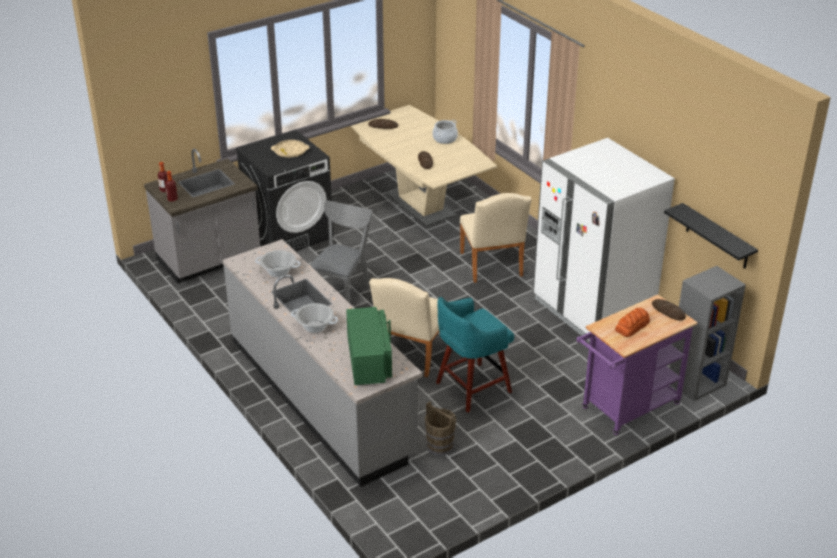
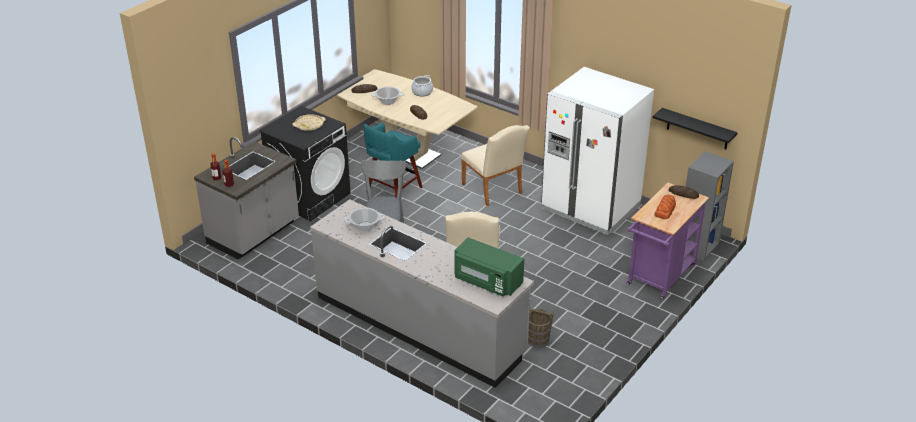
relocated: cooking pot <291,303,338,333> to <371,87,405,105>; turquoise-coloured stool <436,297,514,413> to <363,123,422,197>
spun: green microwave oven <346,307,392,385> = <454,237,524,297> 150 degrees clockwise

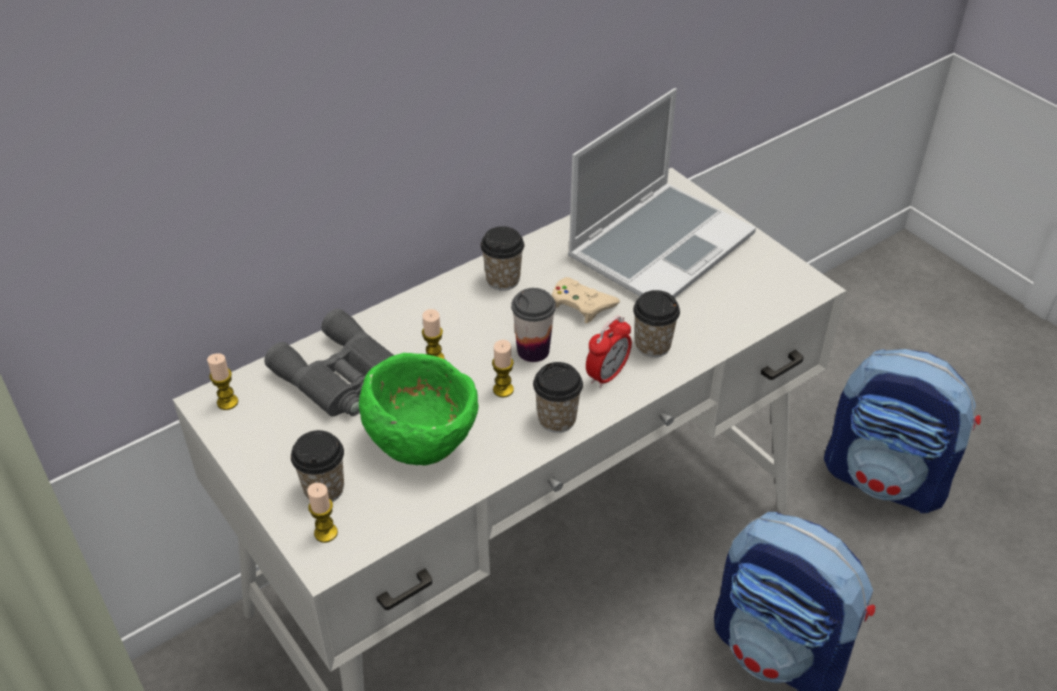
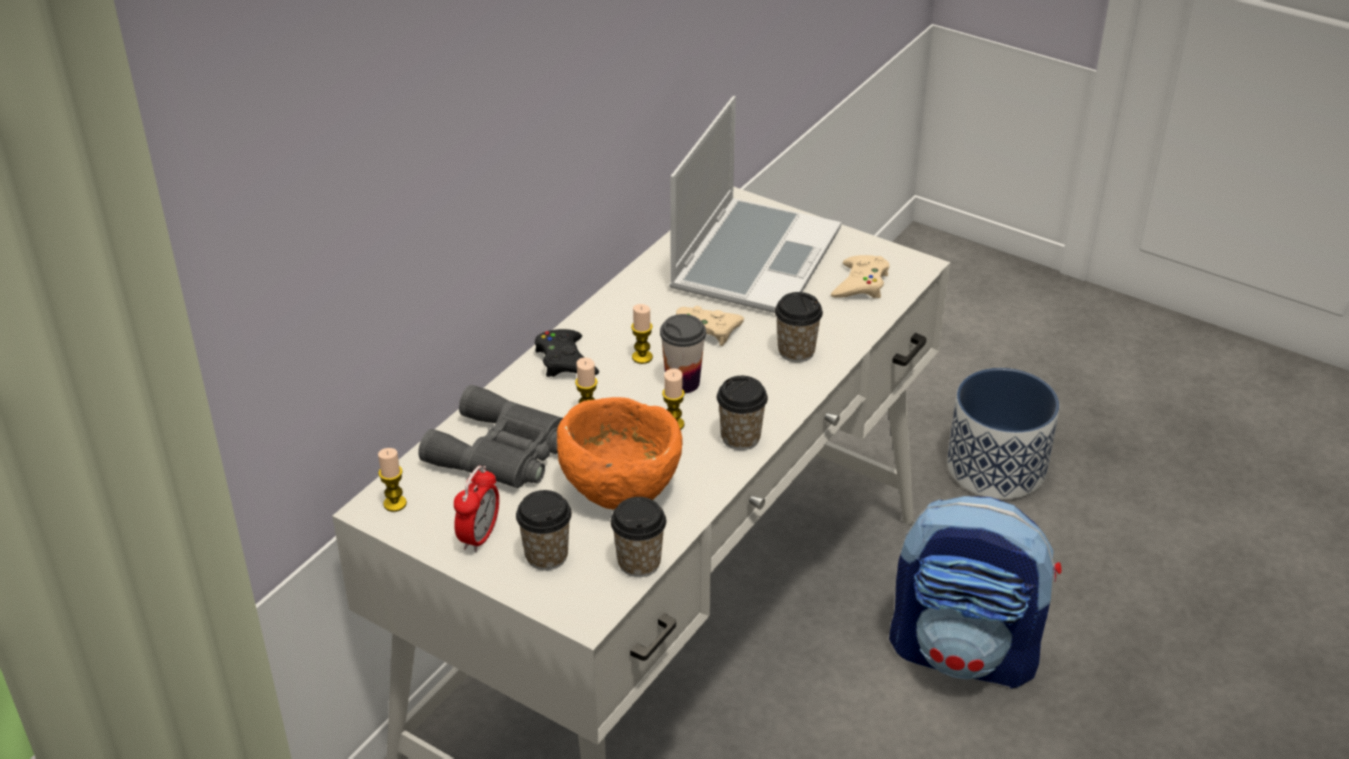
appeared: black-coloured joypad <535,329,599,377>; sand-coloured joypad <831,255,890,298>
relocated: wax candle <307,483,338,543> to <631,304,653,364>; cup <480,226,524,291> to <611,497,666,577>; table clock <586,316,632,388> to <454,466,499,552>
exchanged: knapsack <824,349,981,513> to plant pot <947,368,1060,499>
colour: green serving bowl <359,353,479,466> to orangey serving bowl <557,397,682,510>

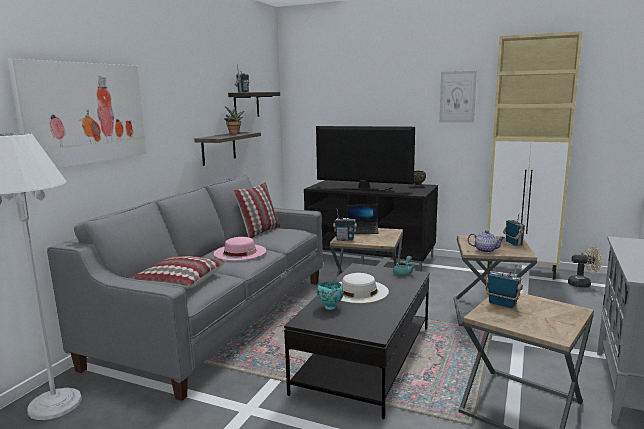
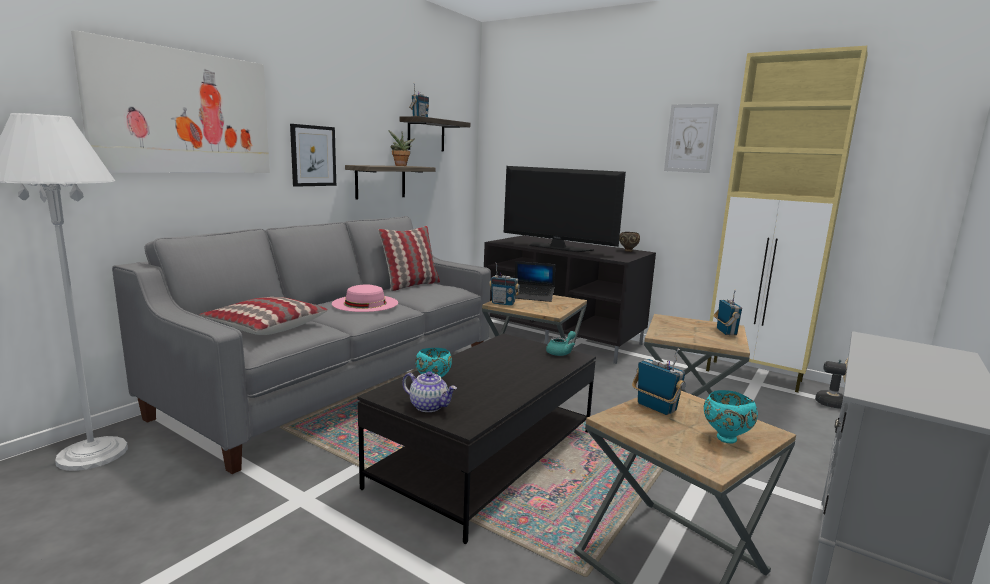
missing: white hat <339,273,389,303>
appeared: wall art <290,124,336,187>; turquoise-coloured serving bowl <704,390,758,444>
relocated: teapot <468,230,505,253> to <402,371,457,412>

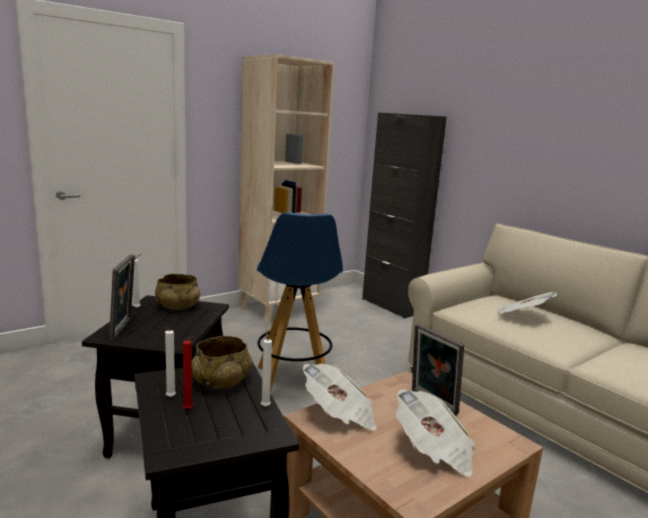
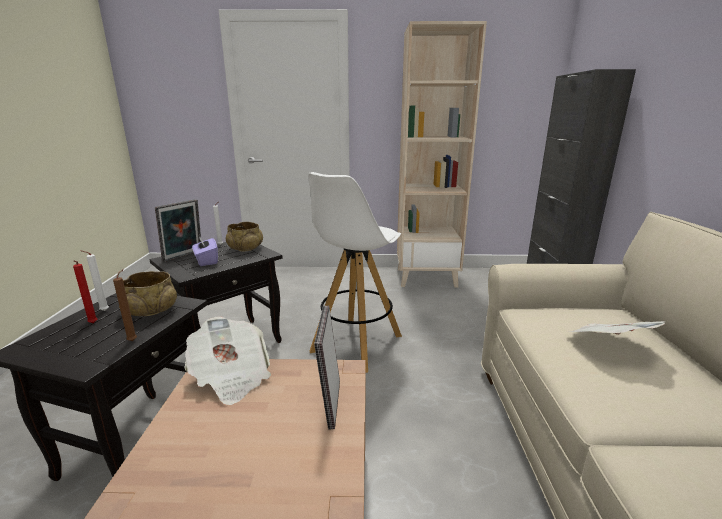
missing: daily paper <396,389,475,477>
appeared: purple-coloured tissue holder <192,235,218,266>
colour: blue-coloured stool <257,212,343,393> to white stool <308,172,402,373>; white wax candle <261,330,272,407> to brownish wax candle <113,269,137,341>

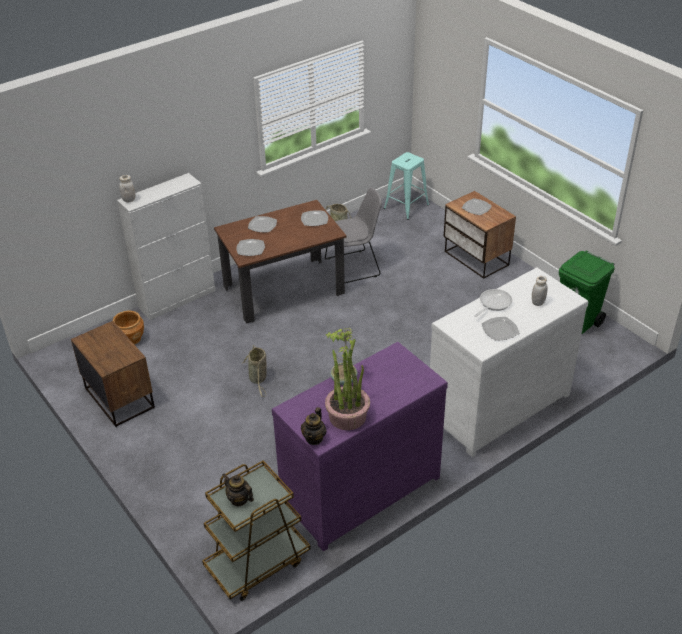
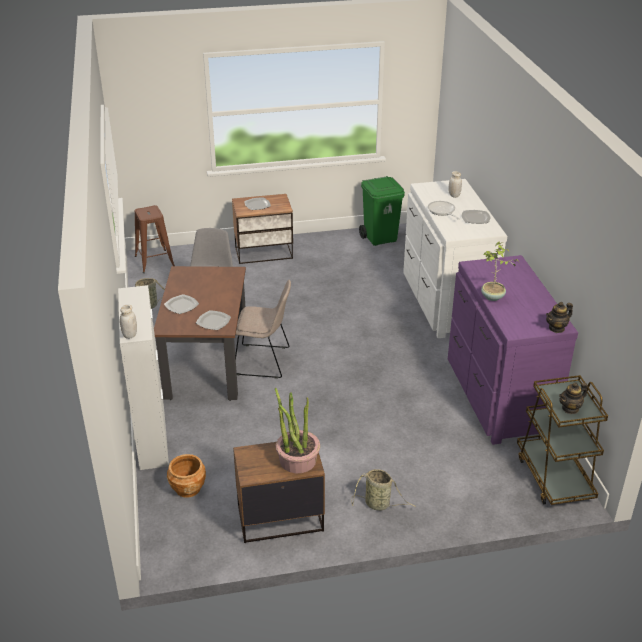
missing: dinner plate <301,210,328,226>
appeared: sand-coloured chair <235,280,291,379>
relocated: household basket <242,345,267,397> to <351,469,416,511>; houseplant <325,339,370,430> to <275,388,320,473>
colour: turquoise-coloured stool <384,152,429,220> to brownish stool <135,205,175,273>
spun: teapot <301,407,327,445> = <546,302,573,333> 105 degrees clockwise

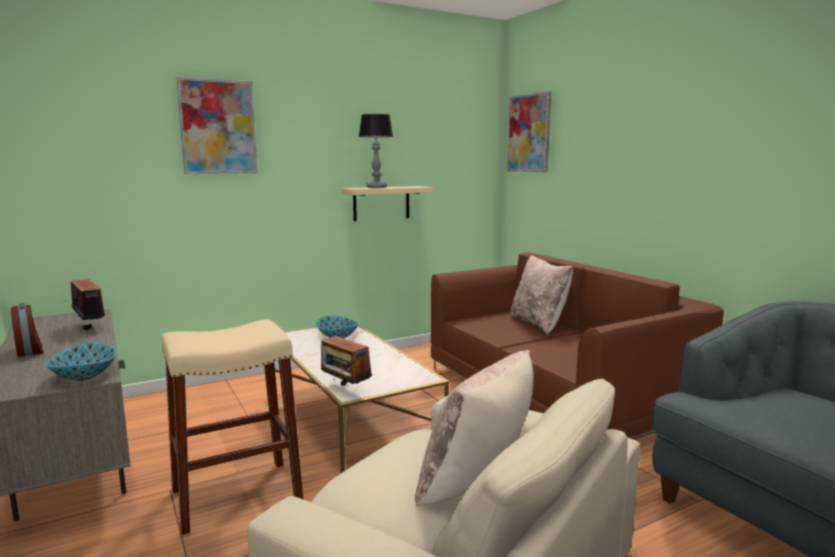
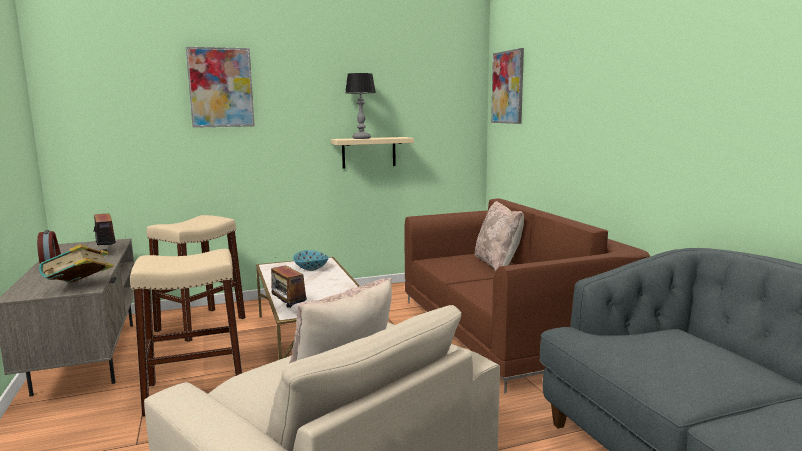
appeared: sand-coloured stool <147,215,246,342>
exchanged: serving bowl <46,342,117,381> to volume <39,244,113,283>

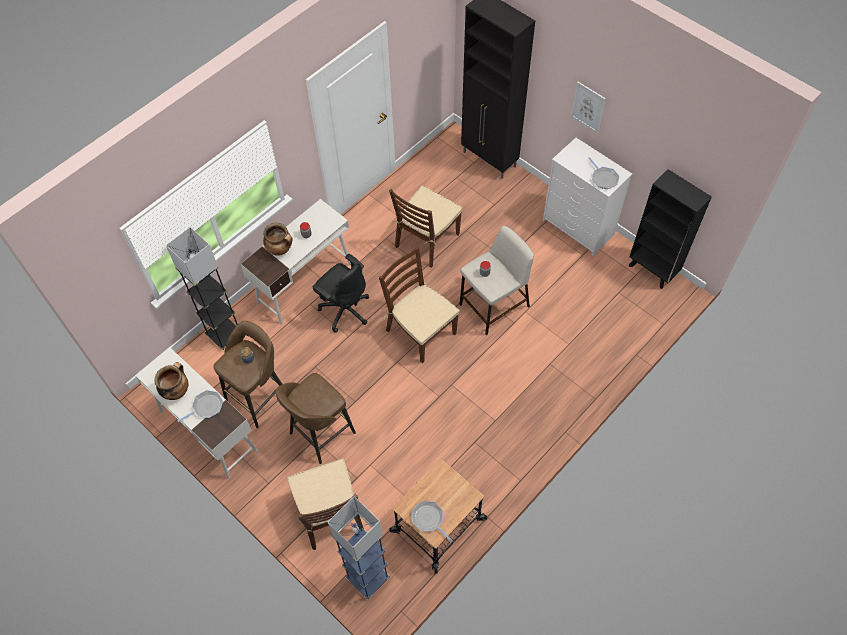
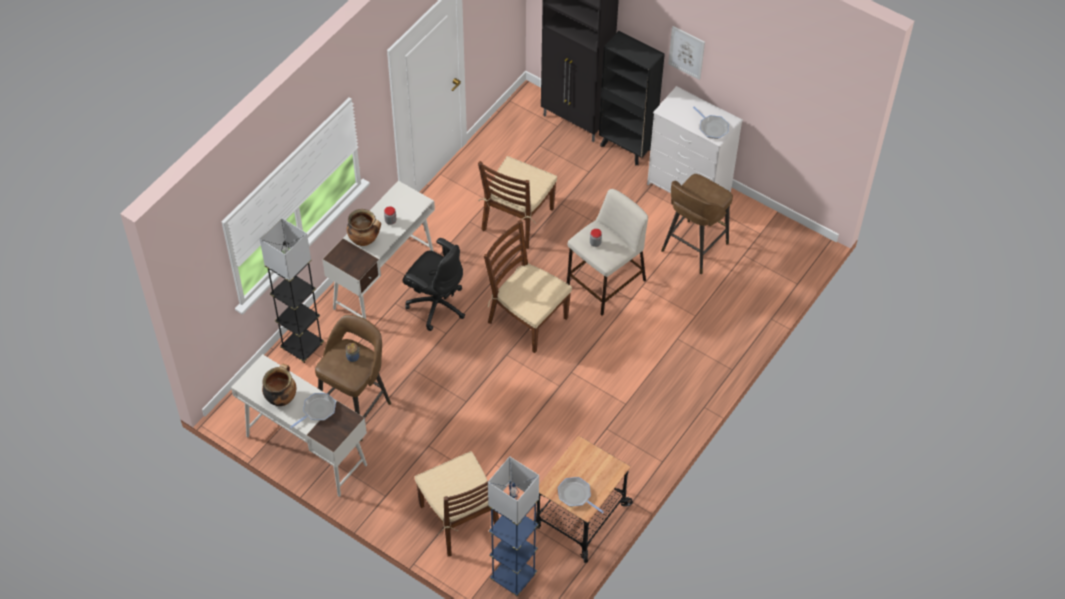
relocated: brownish stool <275,373,356,464> to <661,174,733,274>; black-coloured bookshelf <629,169,712,288> to <599,31,665,165>

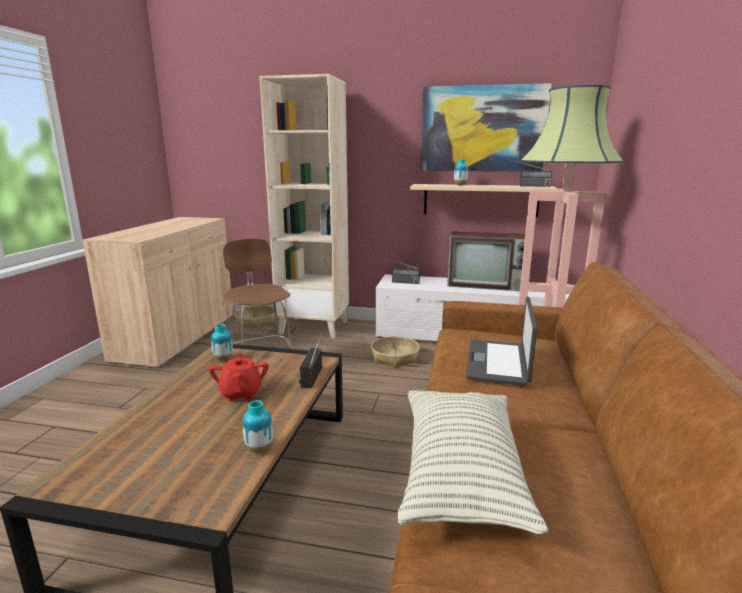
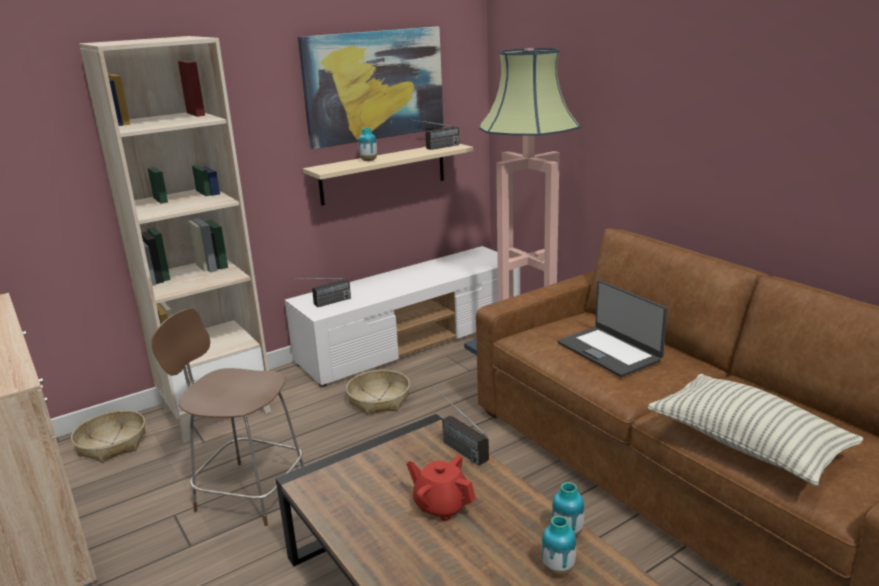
missing: TV <447,231,525,291>
relocated: vase <211,324,233,361> to <542,516,576,576>

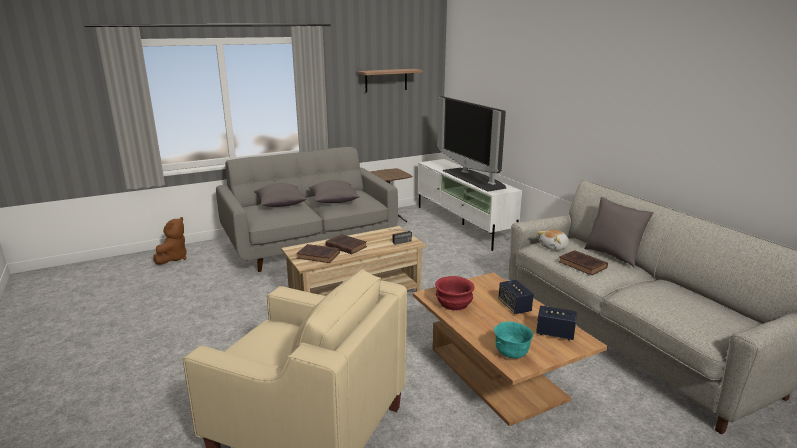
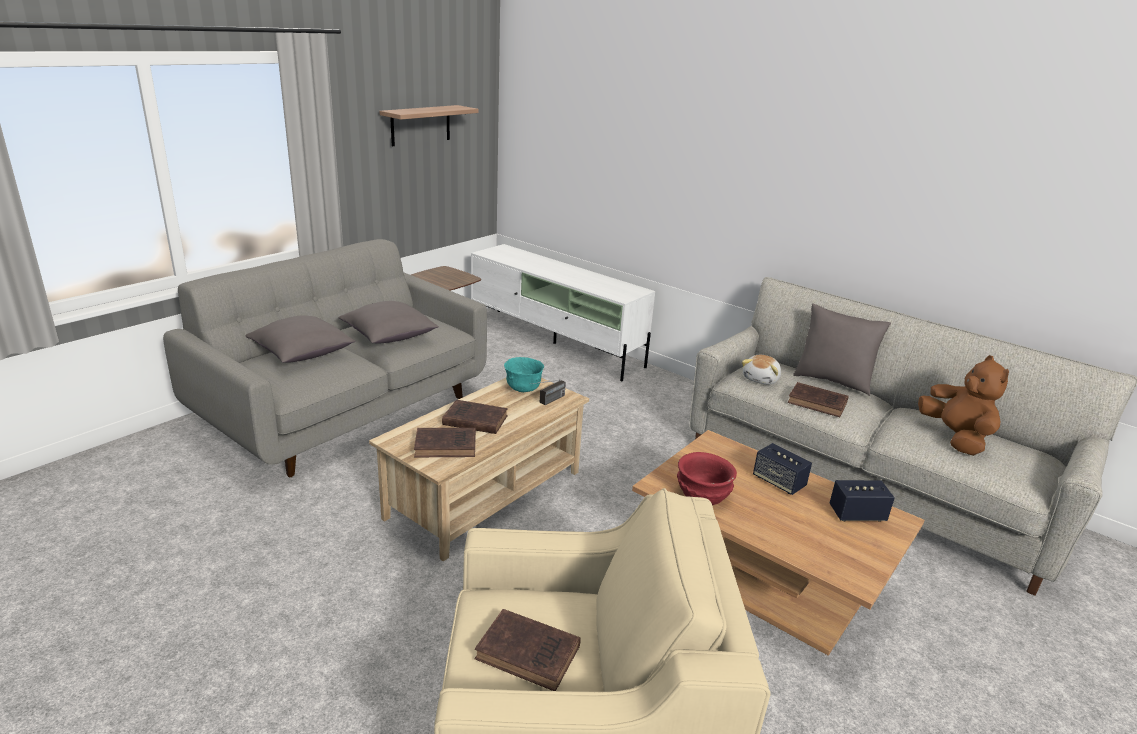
missing: TV <437,96,507,192>
appeared: brownish volume <475,609,581,691>
relocated: brownish cuddly toy <153,217,187,265> to <918,355,1009,456>; turquoise-coloured serving bowl <494,322,533,358> to <504,357,544,392>

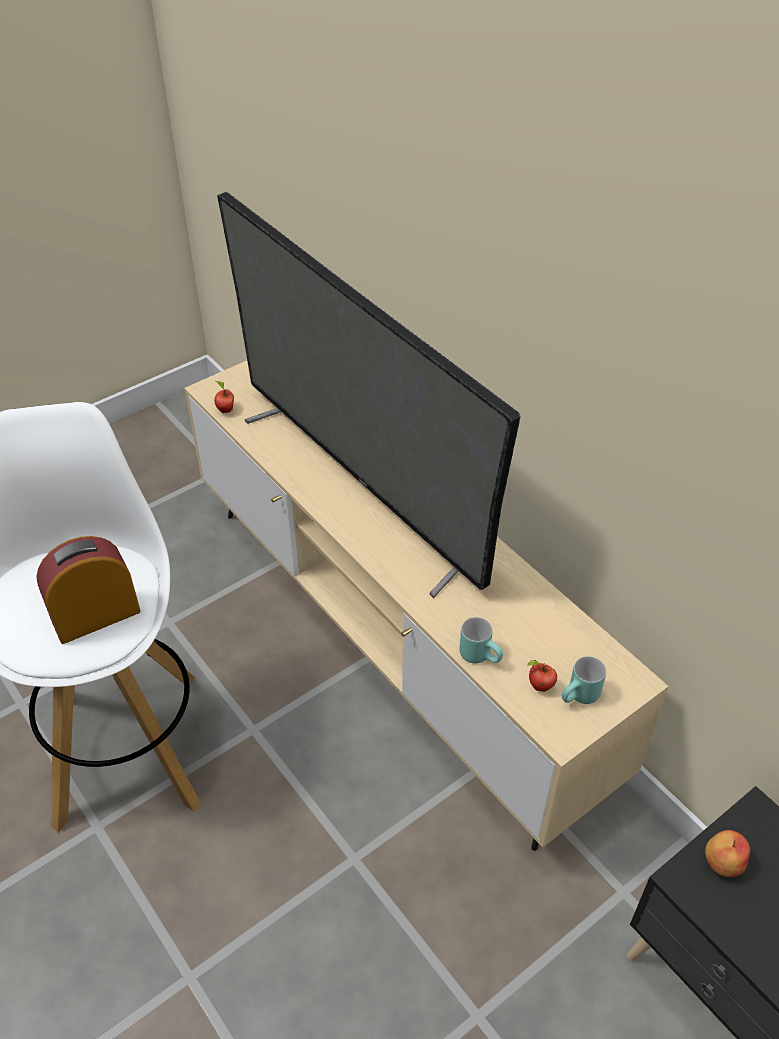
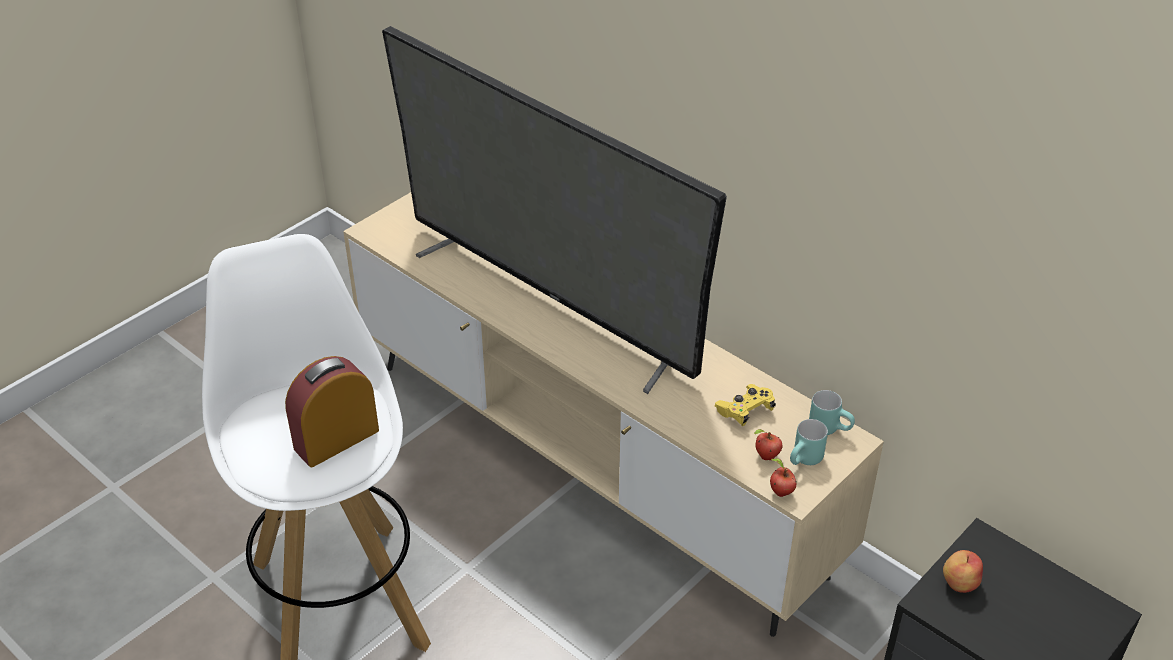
appeared: yellow-coloured joypad <715,384,776,426>
relocated: apple fruit <214,381,234,413> to <770,459,797,497>; turquoise-coloured mug <459,617,503,664> to <809,390,855,435>

